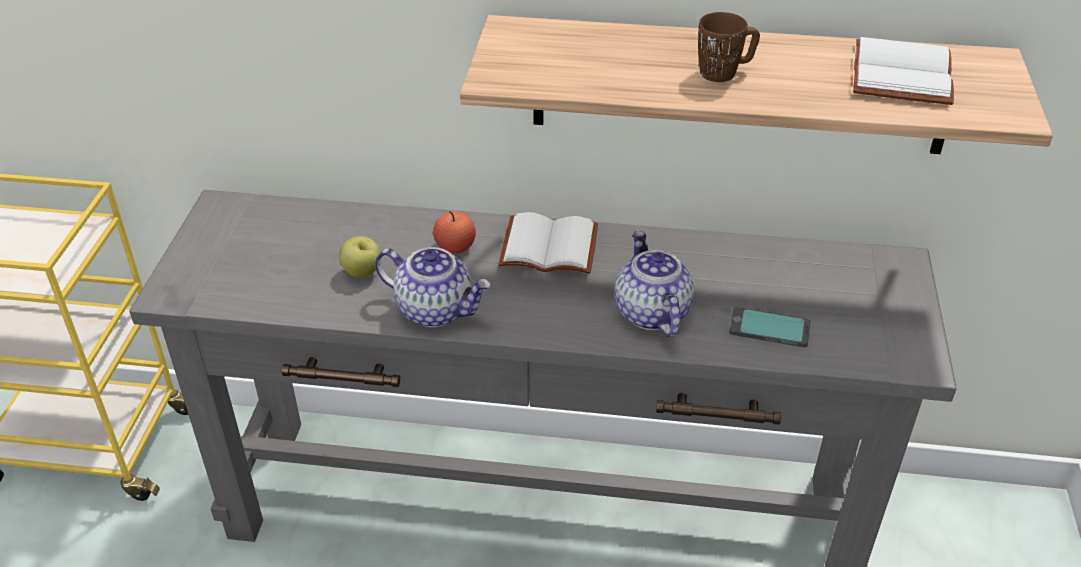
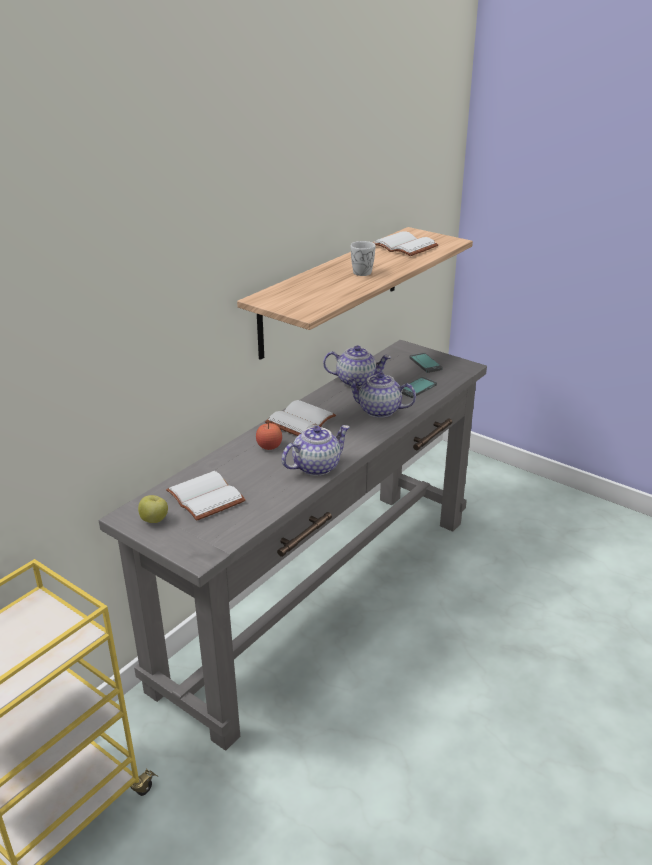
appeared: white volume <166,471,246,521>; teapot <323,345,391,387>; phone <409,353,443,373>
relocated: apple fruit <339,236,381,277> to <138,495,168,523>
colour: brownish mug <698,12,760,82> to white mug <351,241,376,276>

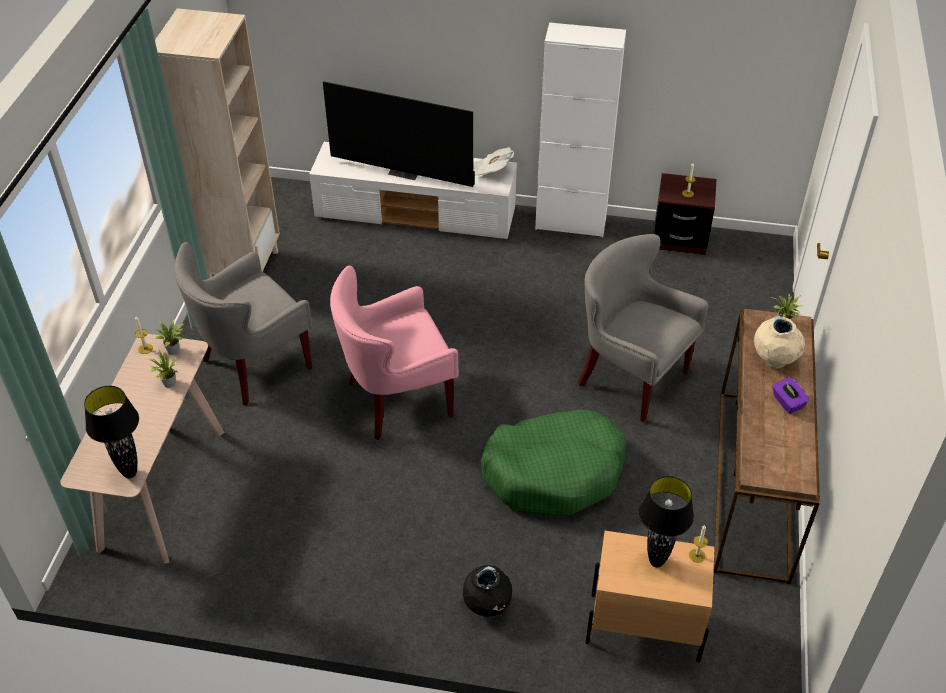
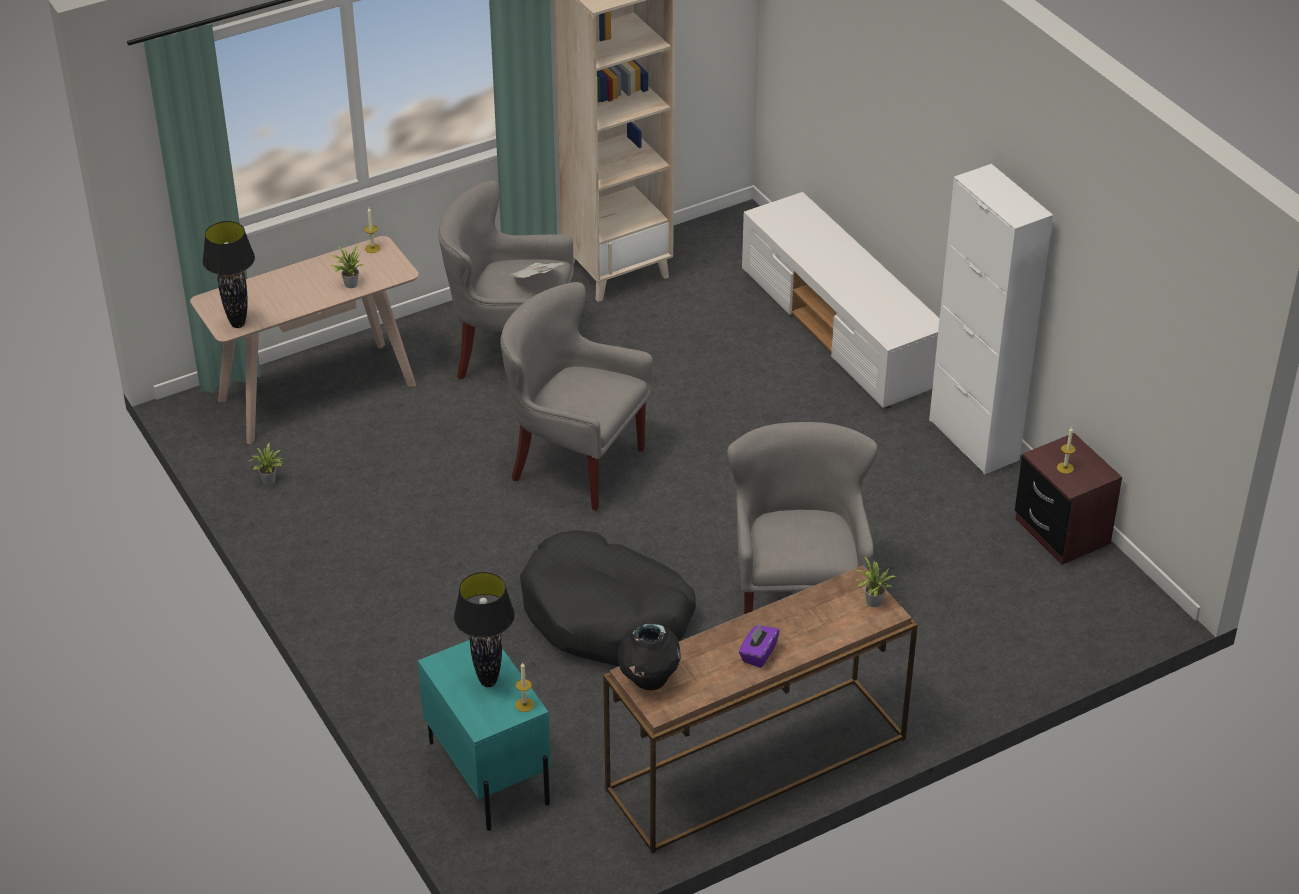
missing: TV <323,81,475,187>; sand-coloured vase <754,316,806,368>
relocated: houseplant <155,319,184,355> to <249,443,283,485>; black-coloured vase <463,565,512,617> to <618,622,681,690>; daily paper <473,147,514,176> to <511,263,563,278>
colour: pink armchair <330,266,459,440> to greyish armchair <500,282,653,511>; green dog bed <481,410,626,517> to black-coloured dog bed <520,530,696,666>; sand-coloured bedside table <586,531,715,662> to turquoise-coloured bedside table <418,640,551,831>

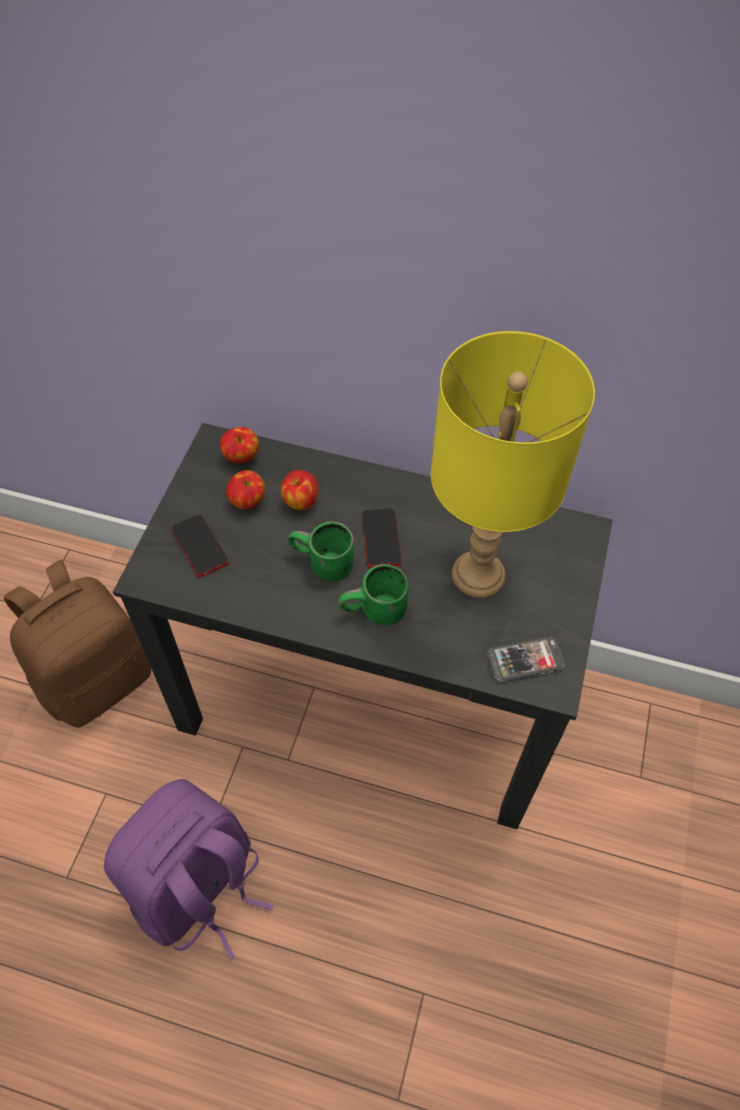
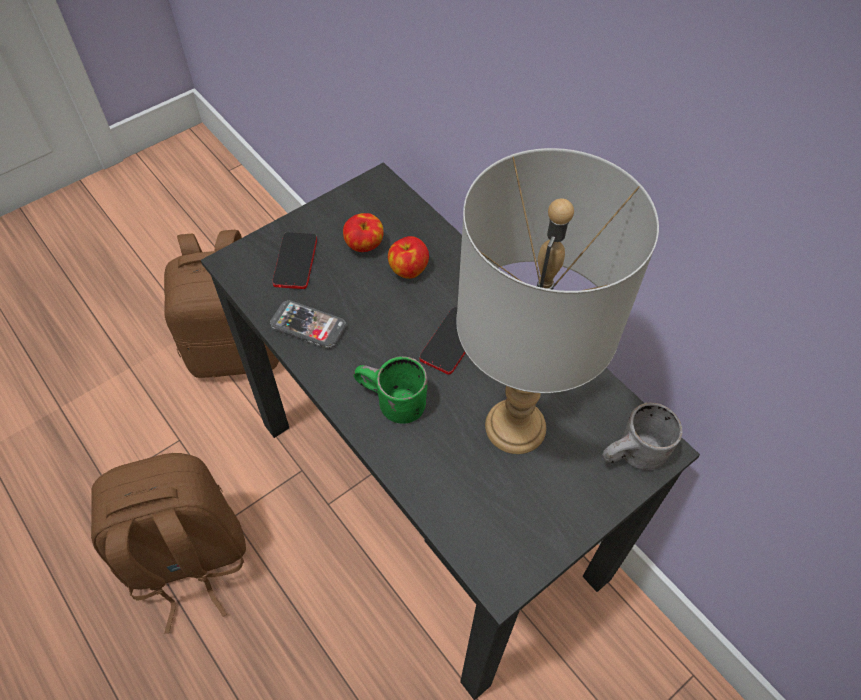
missing: apple fruit <220,427,259,463>; green mug <288,522,354,582>
appeared: greyish mug <603,402,683,470>
relocated: phone <487,637,565,683> to <270,300,346,349>
colour: purple-coloured knapsack <104,779,273,960> to brownish knapsack <91,453,246,634>; yellow-coloured lamp for a table <431,331,595,598> to greyish lamp for a table <456,148,659,454>

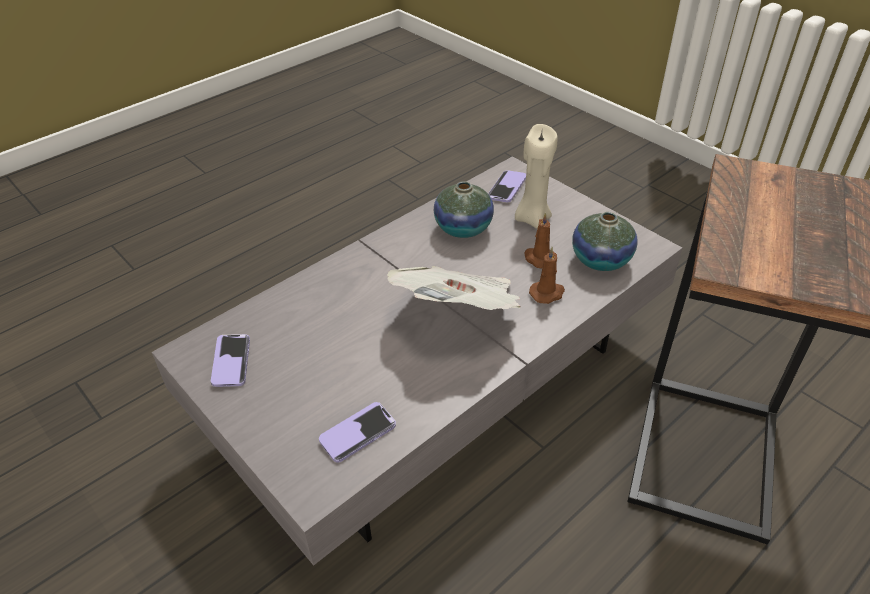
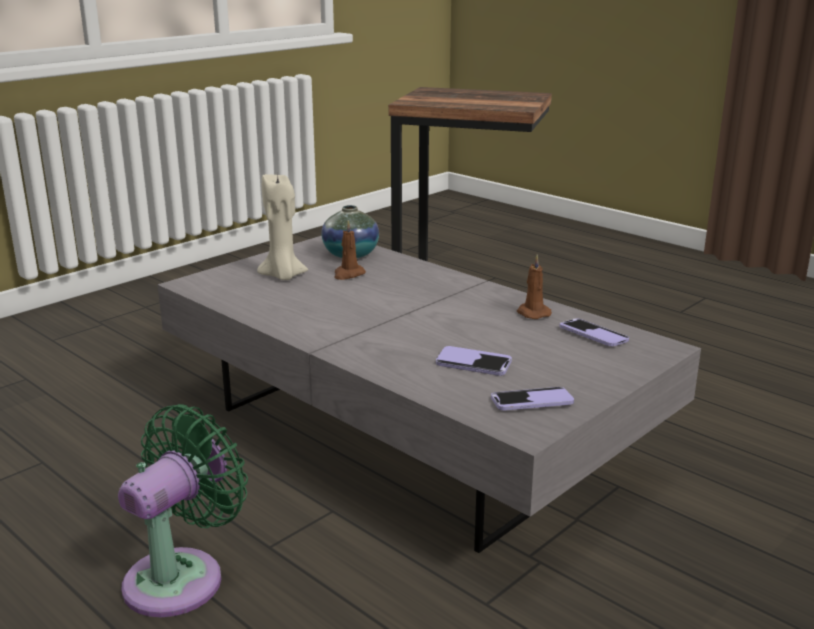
missing: daily paper <387,266,521,310>; vase <434,181,494,238>
appeared: green fan <118,404,248,617>
relocated: phone <488,170,526,202> to <436,346,512,376>; brownish wax candle <529,247,565,304> to <517,255,552,319>

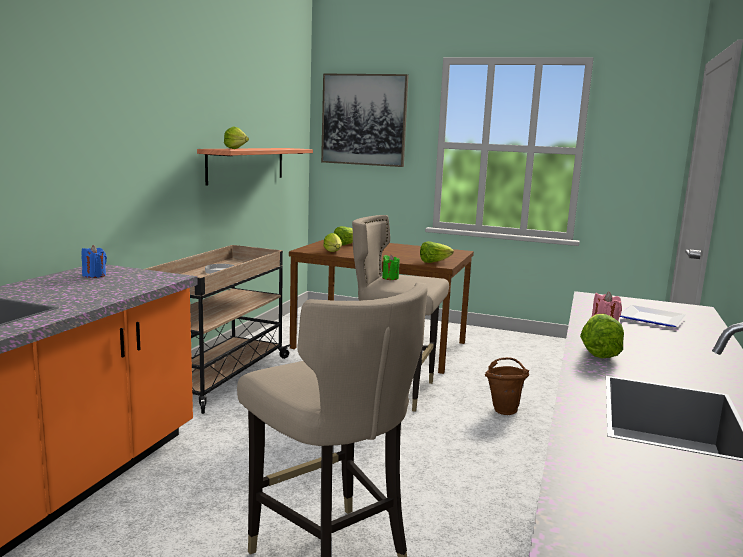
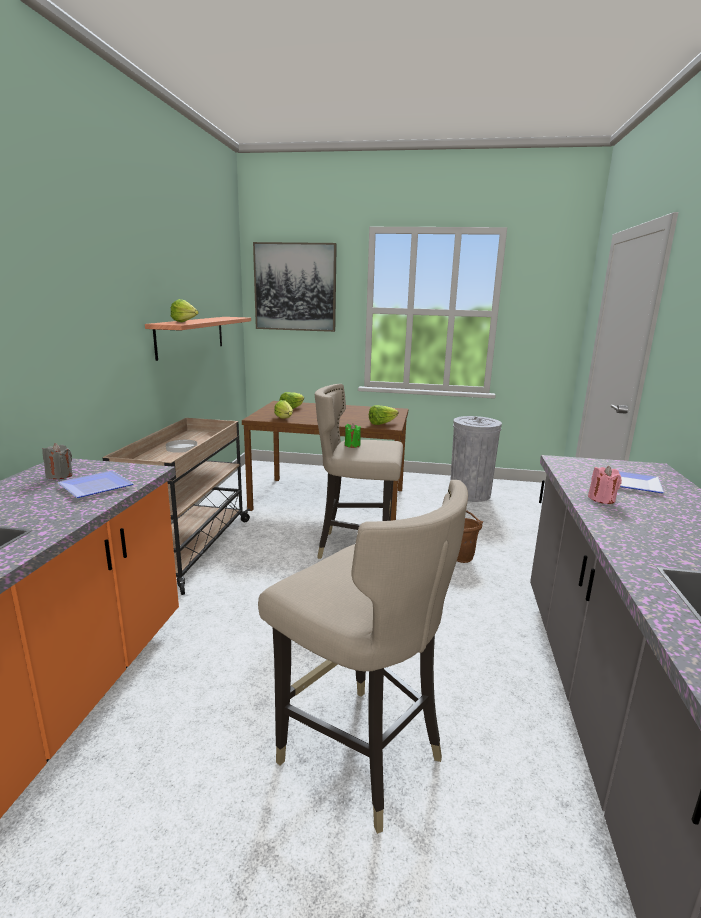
missing: head of lettuce <580,314,624,358>
appeared: dinner plate <57,471,134,498>; greyish trash can <450,416,502,502>
colour: blue-coloured wax candle <81,245,107,278> to greyish wax candle <42,443,73,479>

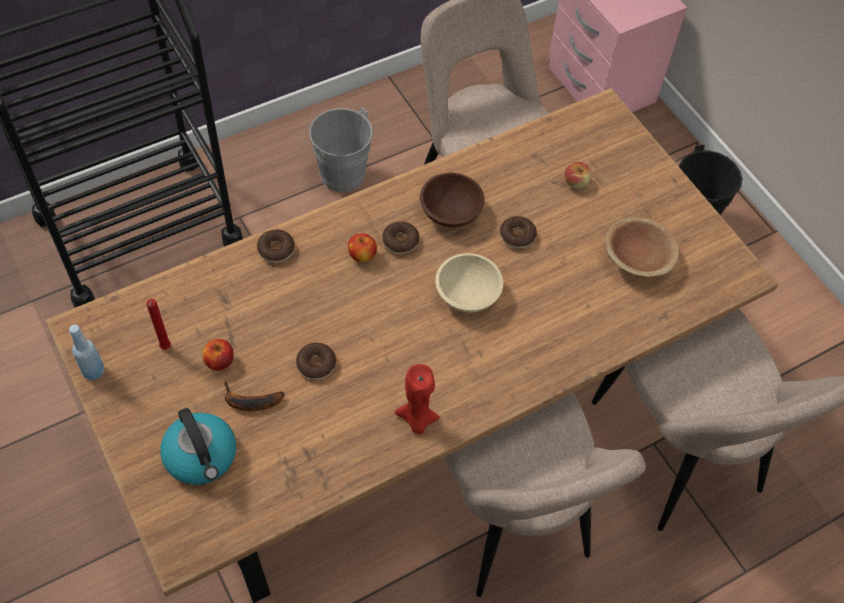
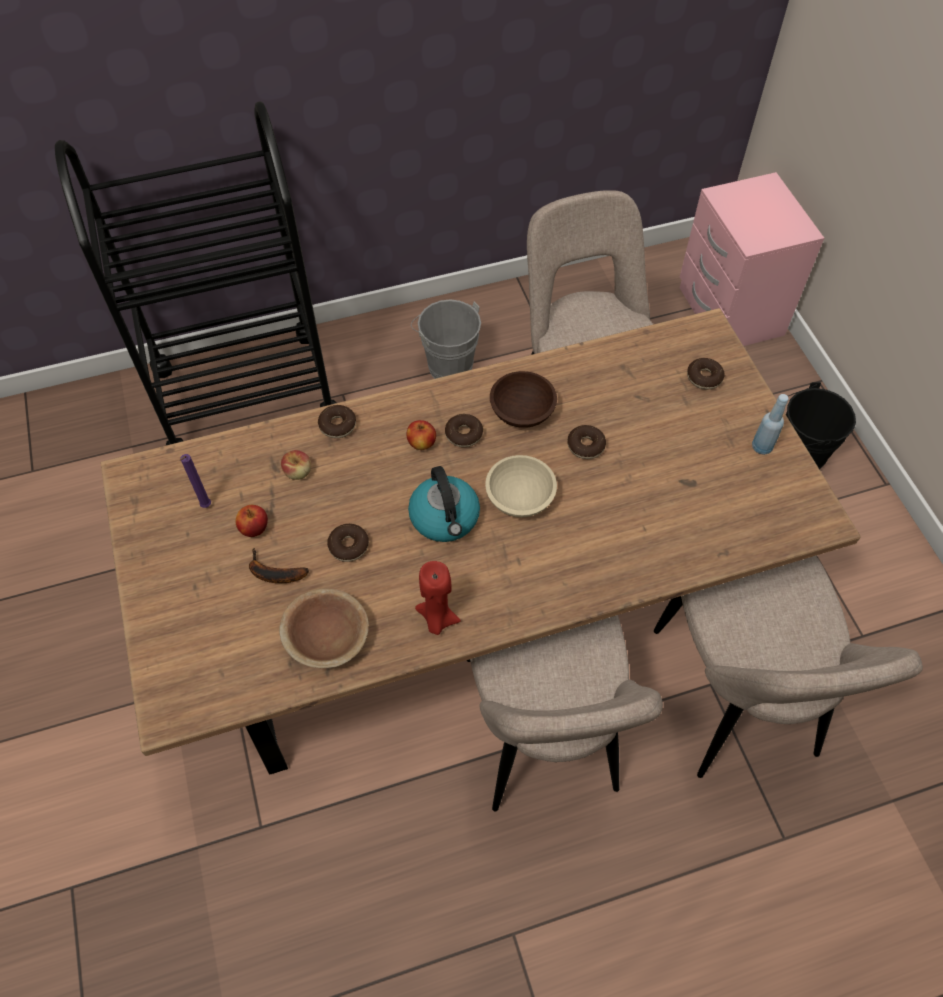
appeared: donut <687,358,724,390>
relocated: blue-coloured beverage bottle <69,325,105,380> to <752,394,789,455>; water kettle <160,408,236,485> to <408,466,480,542>; apple fruit <564,162,591,189> to <281,450,311,480>; brownish serving bowl <605,217,679,277> to <279,588,369,668>
colour: reddish wax candle <146,299,171,350> to purple-coloured wax candle <179,454,211,508>

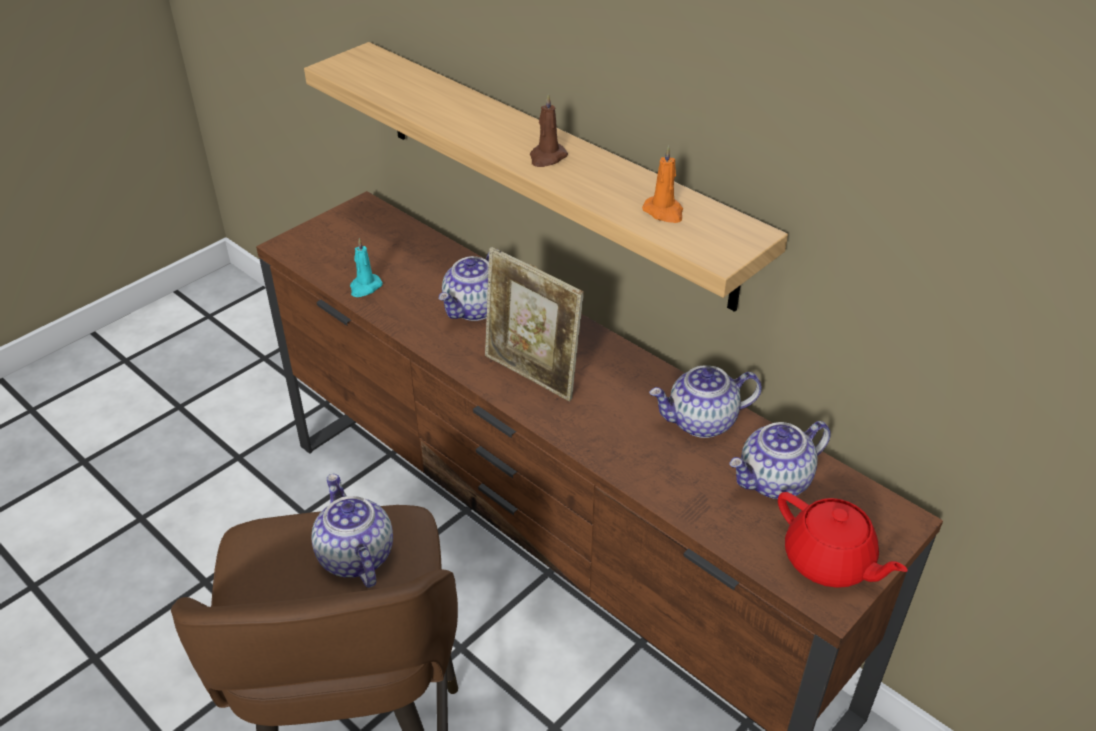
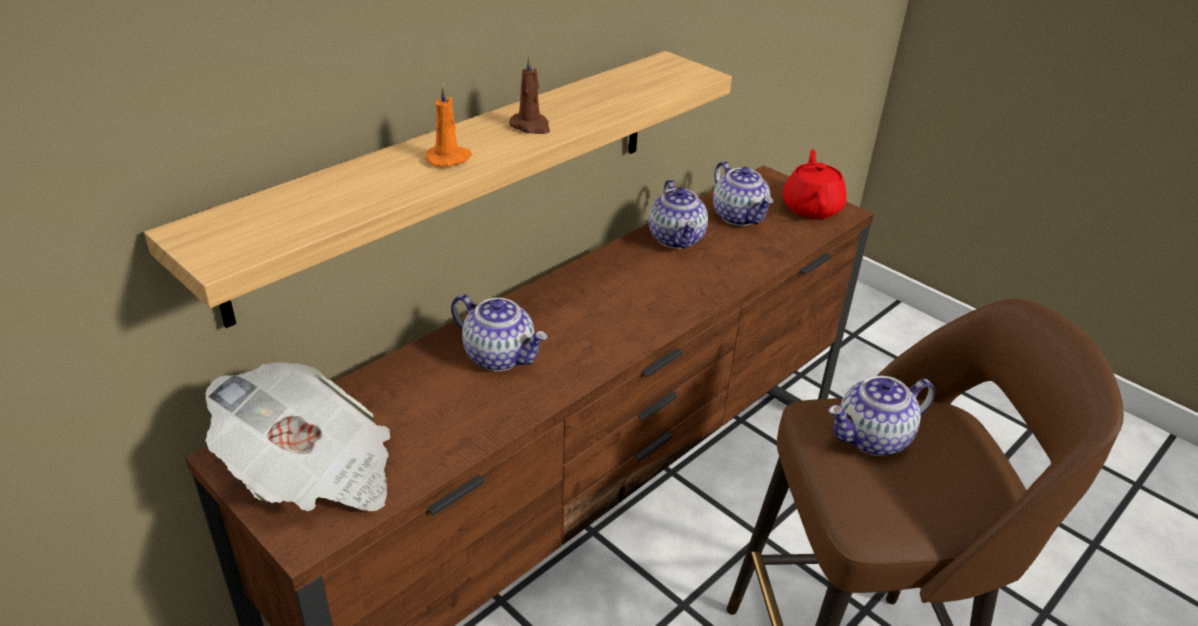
missing: turquoise-coloured wax candle <350,238,383,297>; photo frame <485,247,584,401>
appeared: daily paper <205,363,391,511>
relocated: orangey wax candle <642,146,683,223> to <425,84,472,167>
spun: reddish teapot <778,492,908,588> = <783,149,847,219> 45 degrees counterclockwise

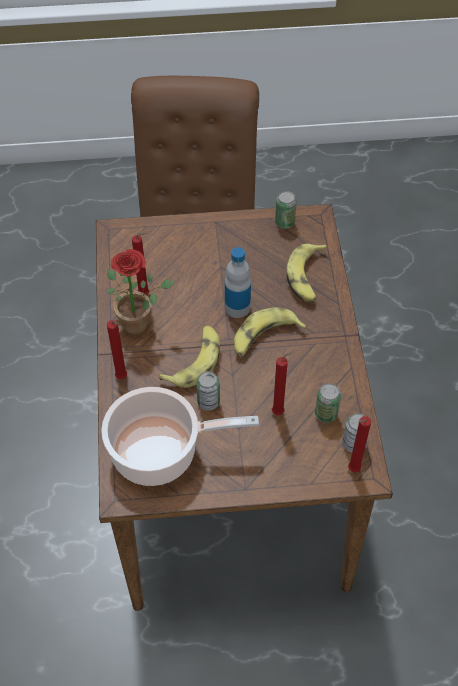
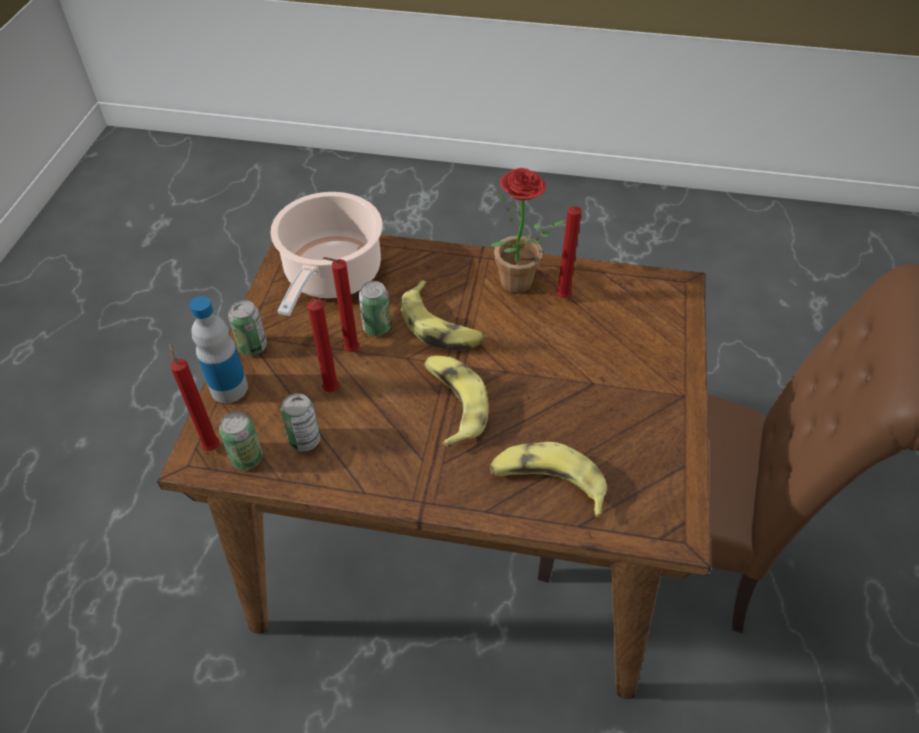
relocated: reddish wax candle <107,320,127,379> to <323,257,360,352>; beverage bottle <225,247,251,318> to <190,296,248,403>; can <275,191,296,229> to <228,300,267,356>

